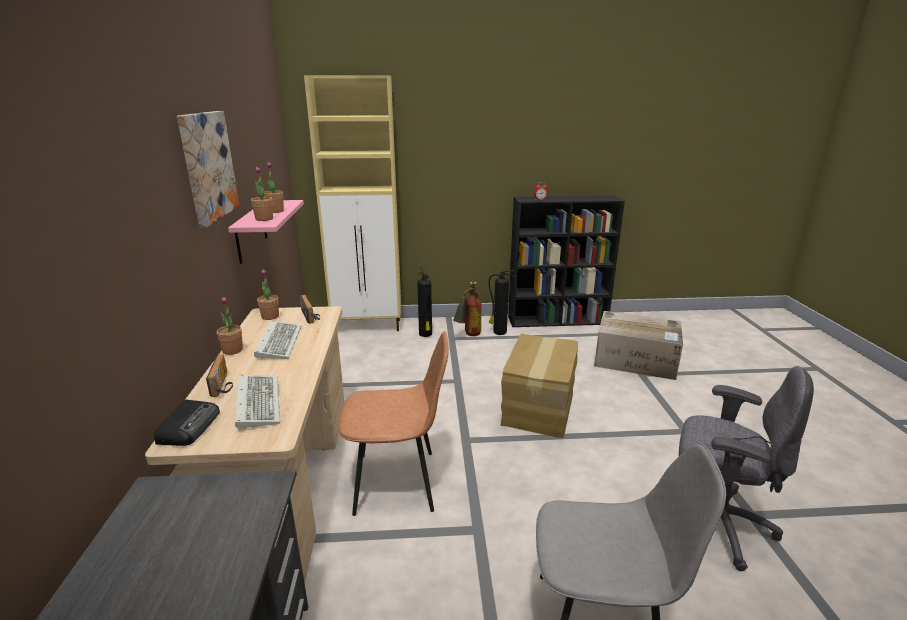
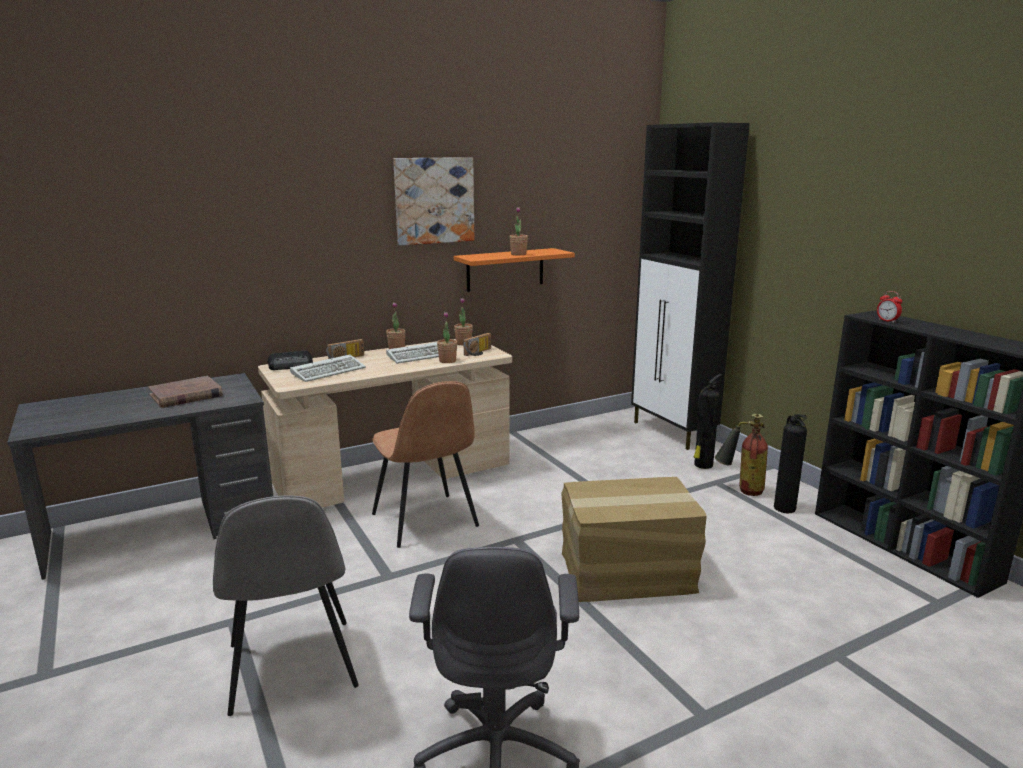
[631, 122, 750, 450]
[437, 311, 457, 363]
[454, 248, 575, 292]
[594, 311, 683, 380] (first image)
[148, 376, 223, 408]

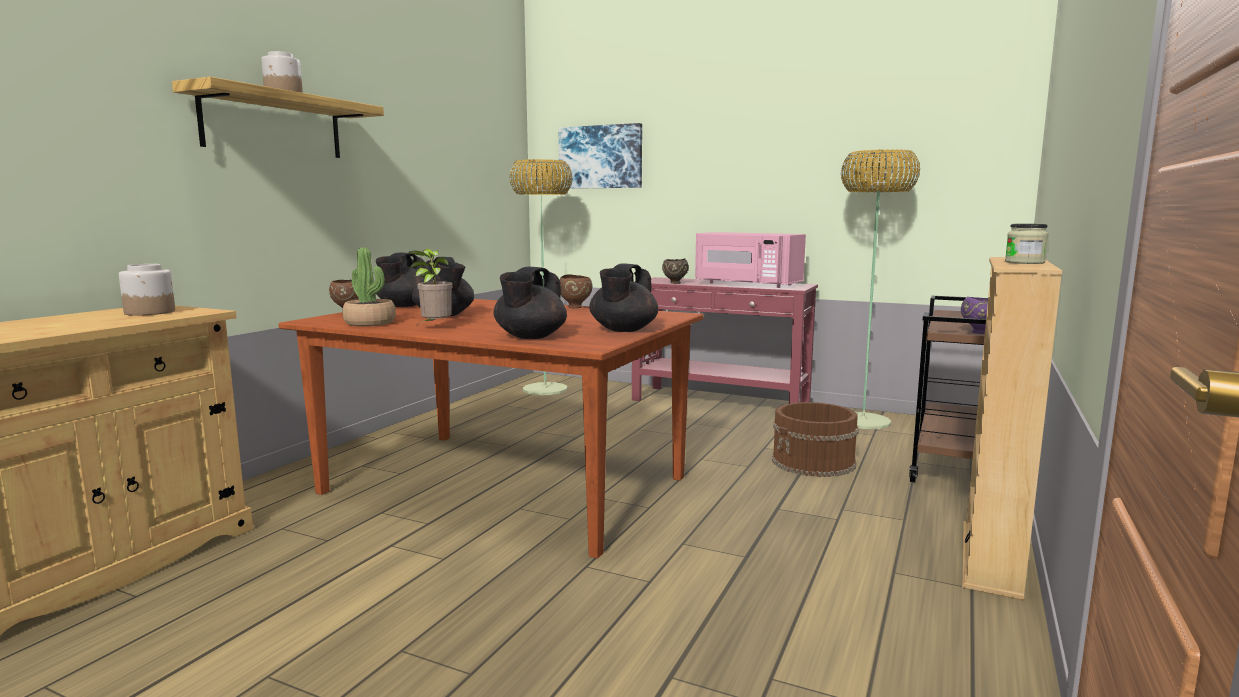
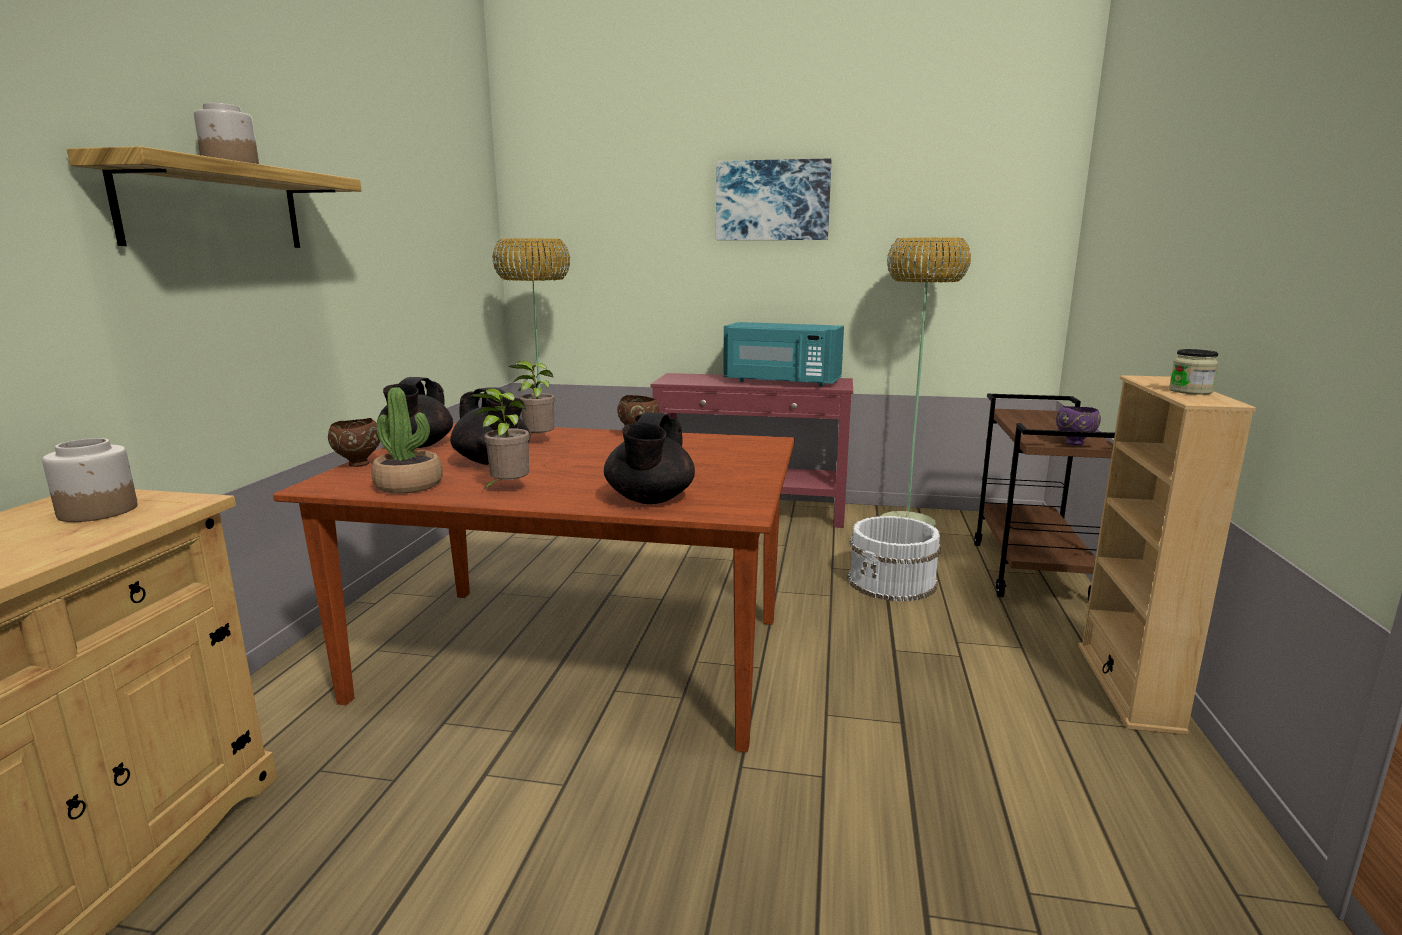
[716, 159, 831, 240]
[723, 322, 844, 387]
[662, 258, 689, 284] (first image)
[589, 263, 658, 332] (first image)
[848, 516, 941, 601]
[509, 361, 555, 435]

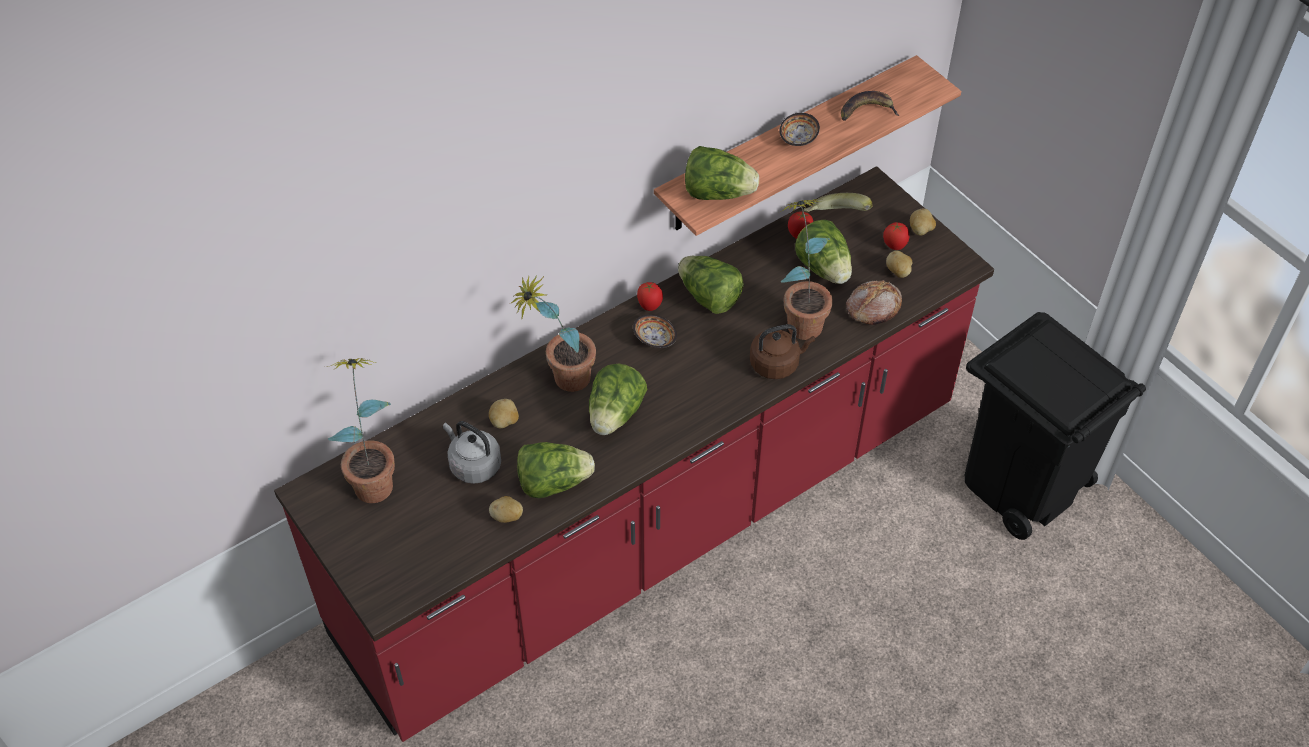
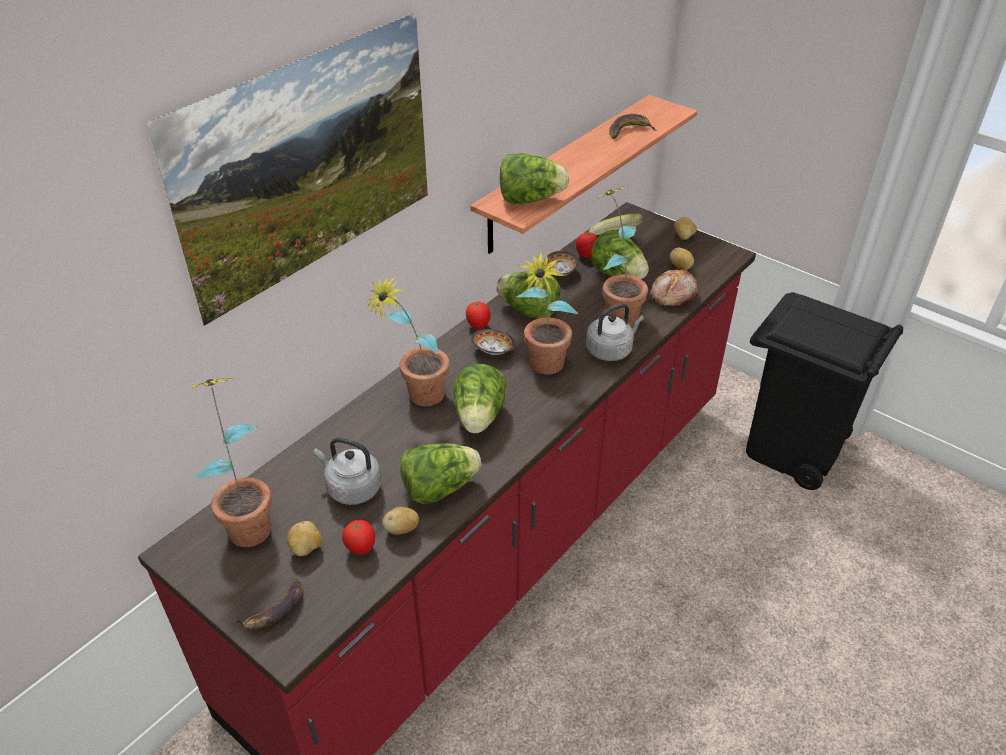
[544, 251, 578, 275]
[342, 520, 375, 555]
[586, 304, 644, 361]
[287, 521, 322, 556]
[147, 12, 428, 326]
[515, 249, 578, 375]
[232, 578, 304, 629]

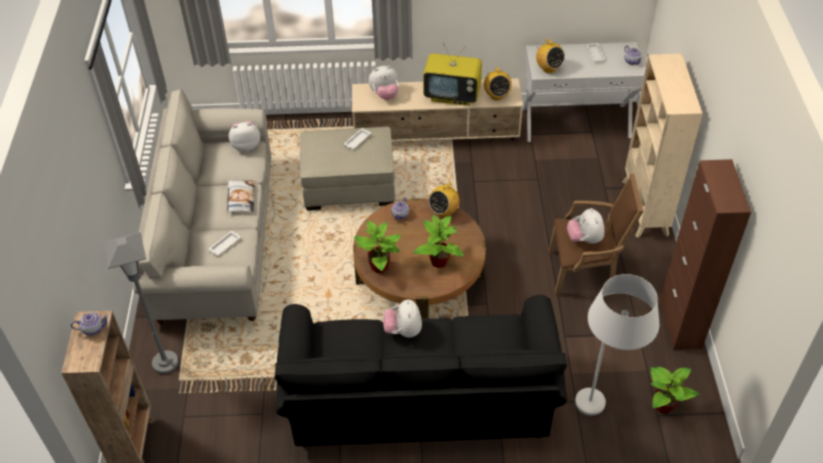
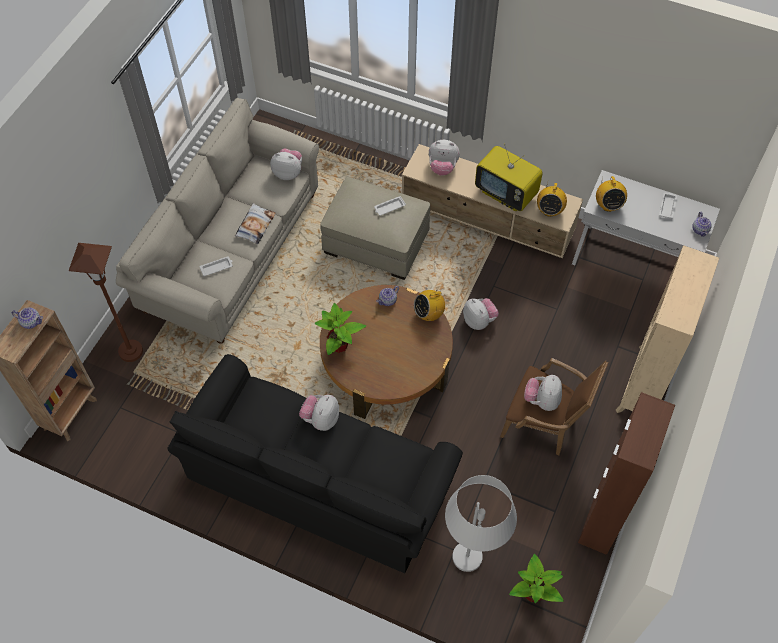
[413, 215, 464, 268] (first image)
[69, 243, 143, 362]
[463, 298, 499, 330]

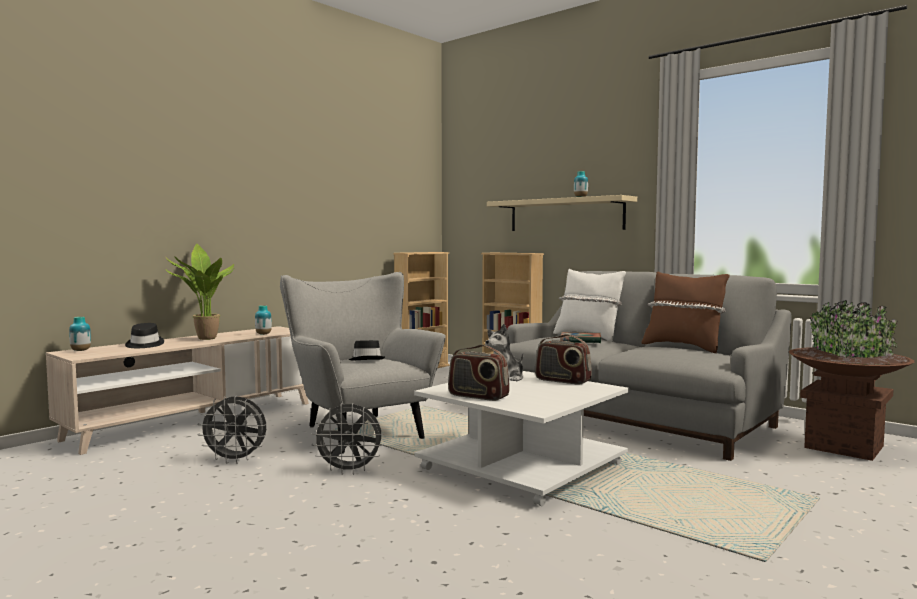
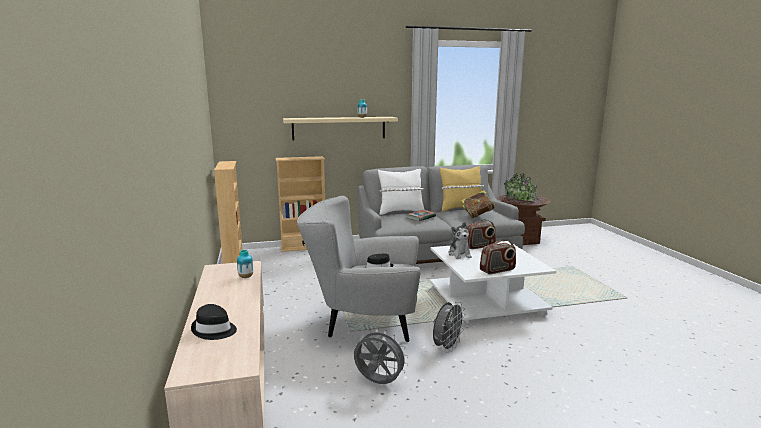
[166, 244, 234, 340] (first image)
[440, 166, 484, 211]
[69, 317, 91, 351] (first image)
[354, 328, 408, 384]
[461, 190, 495, 218]

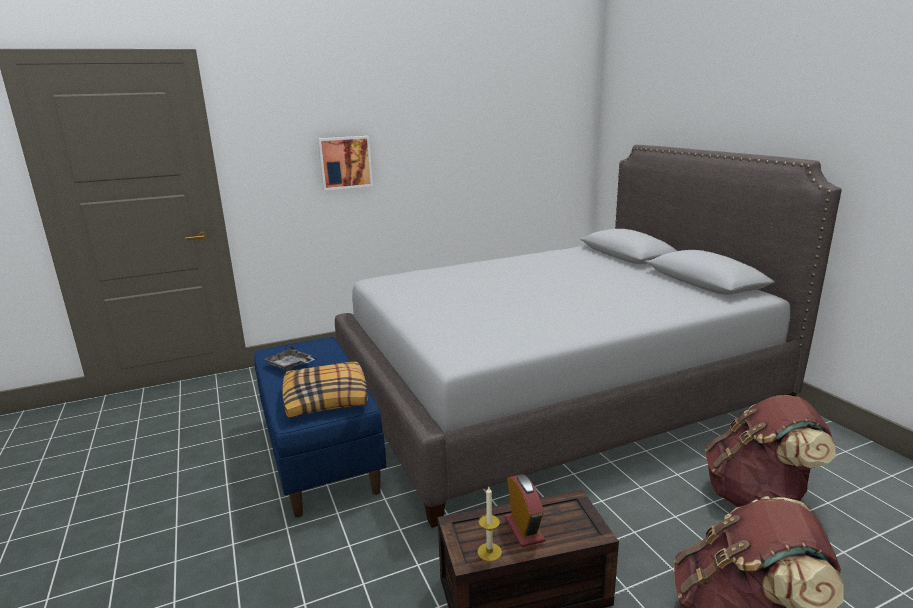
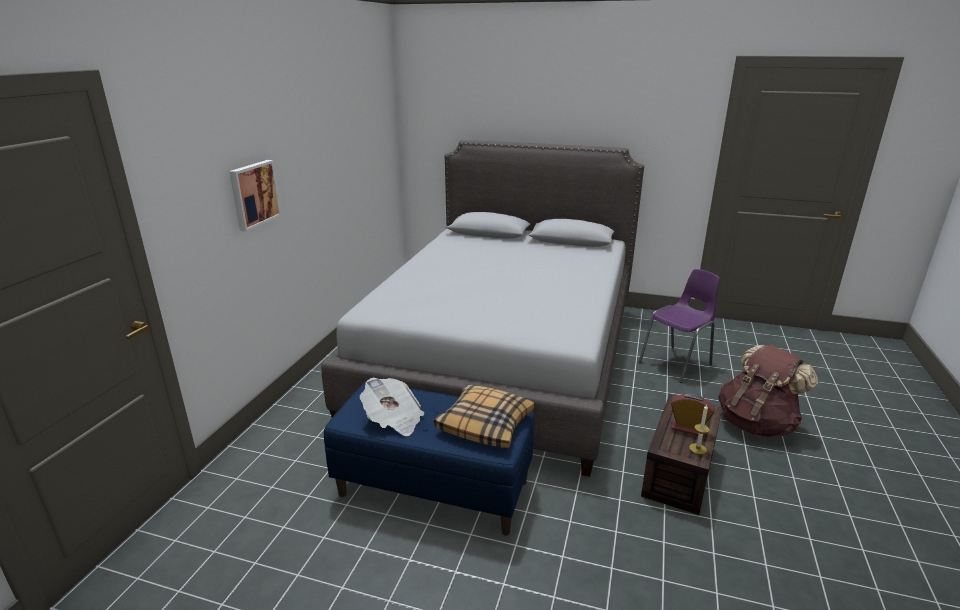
[360, 378, 424, 436]
[639, 269, 720, 383]

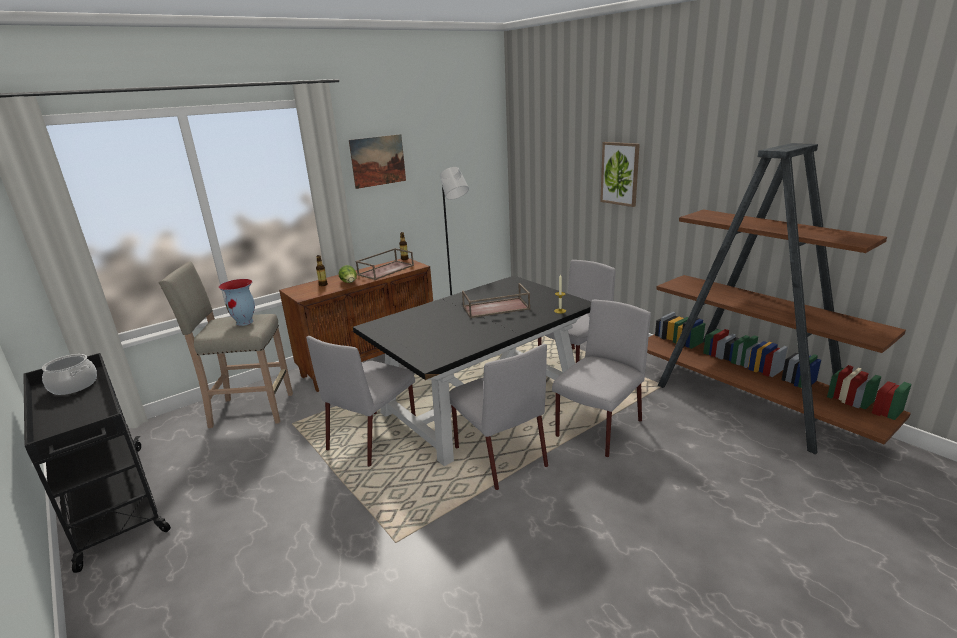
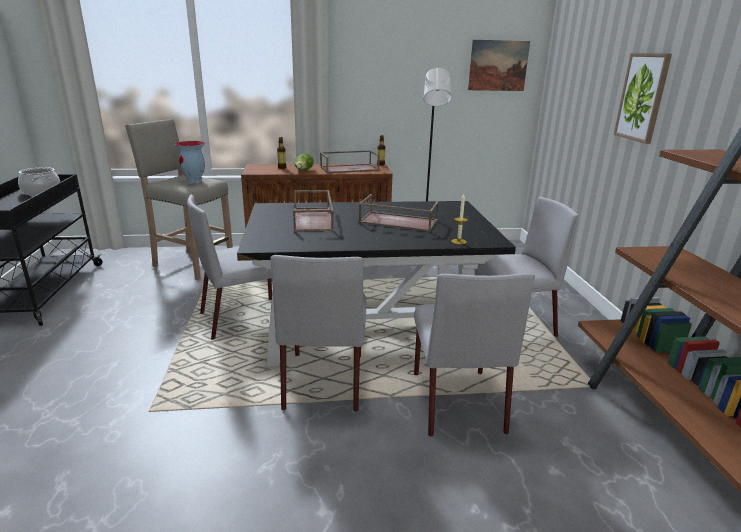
[468, 40, 530, 91]
[414, 273, 535, 437]
[293, 190, 333, 232]

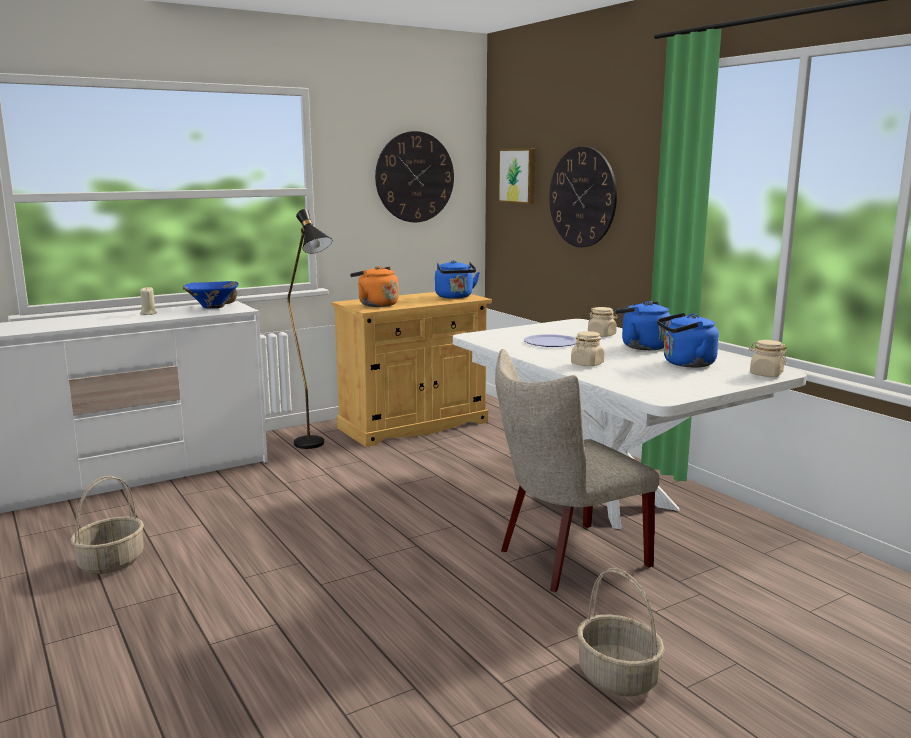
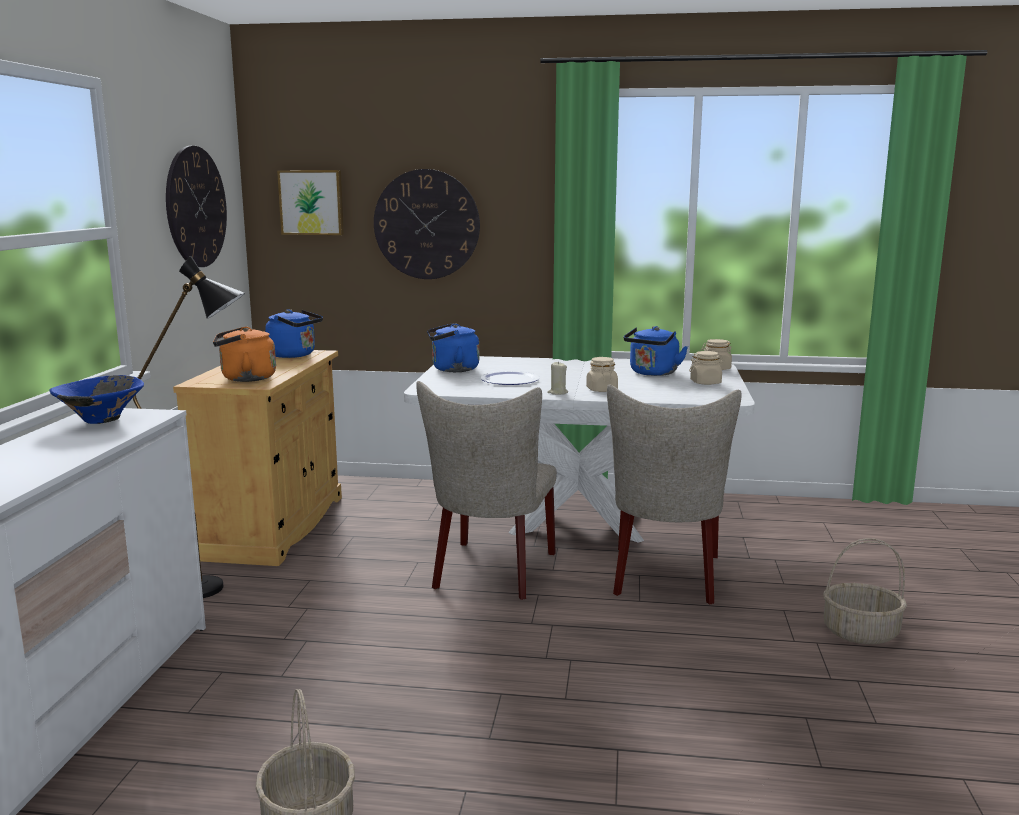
[547, 361, 568, 395]
[427, 323, 479, 372]
[689, 351, 725, 385]
[416, 381, 557, 600]

